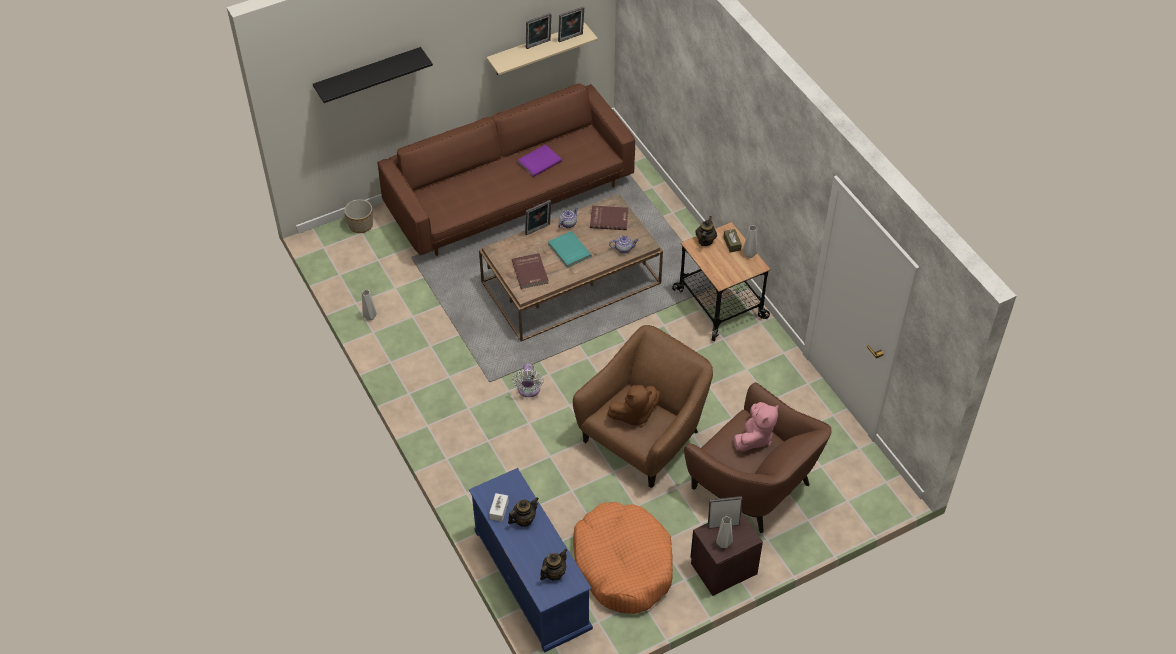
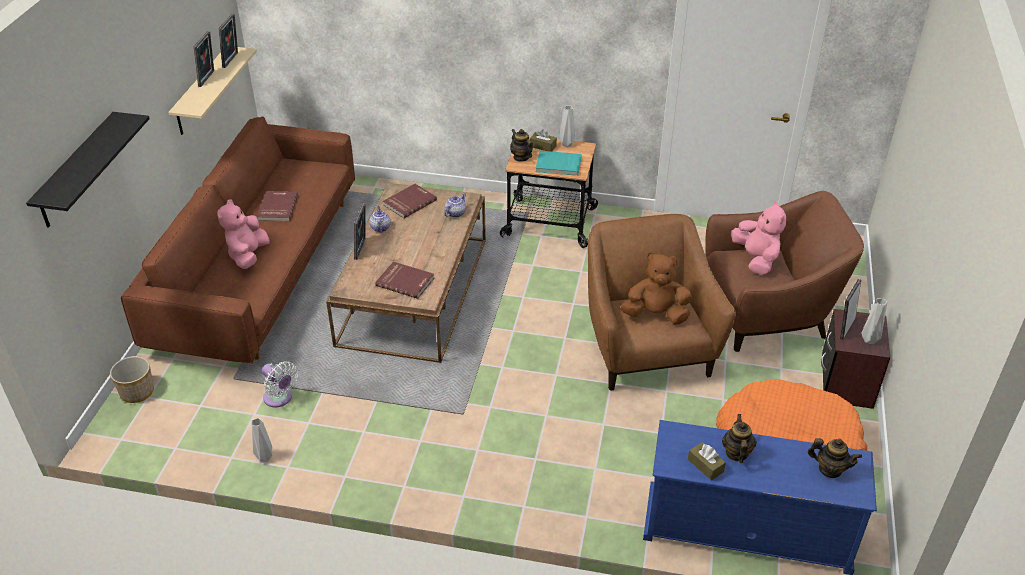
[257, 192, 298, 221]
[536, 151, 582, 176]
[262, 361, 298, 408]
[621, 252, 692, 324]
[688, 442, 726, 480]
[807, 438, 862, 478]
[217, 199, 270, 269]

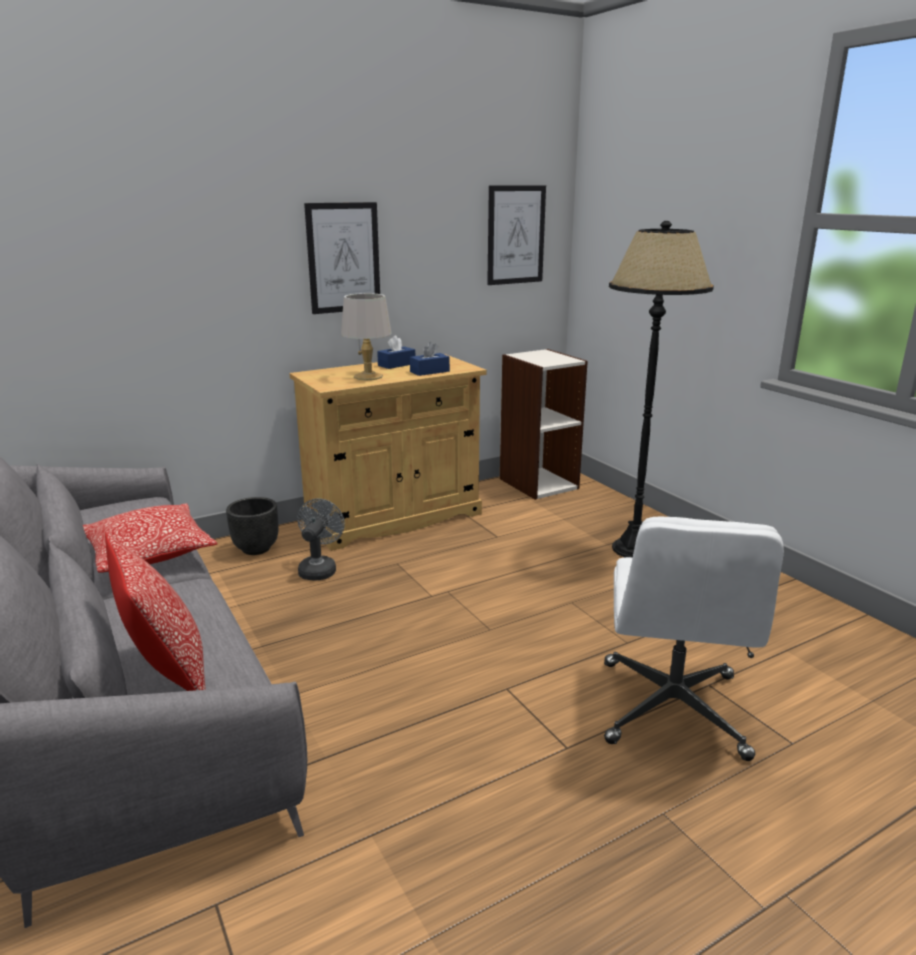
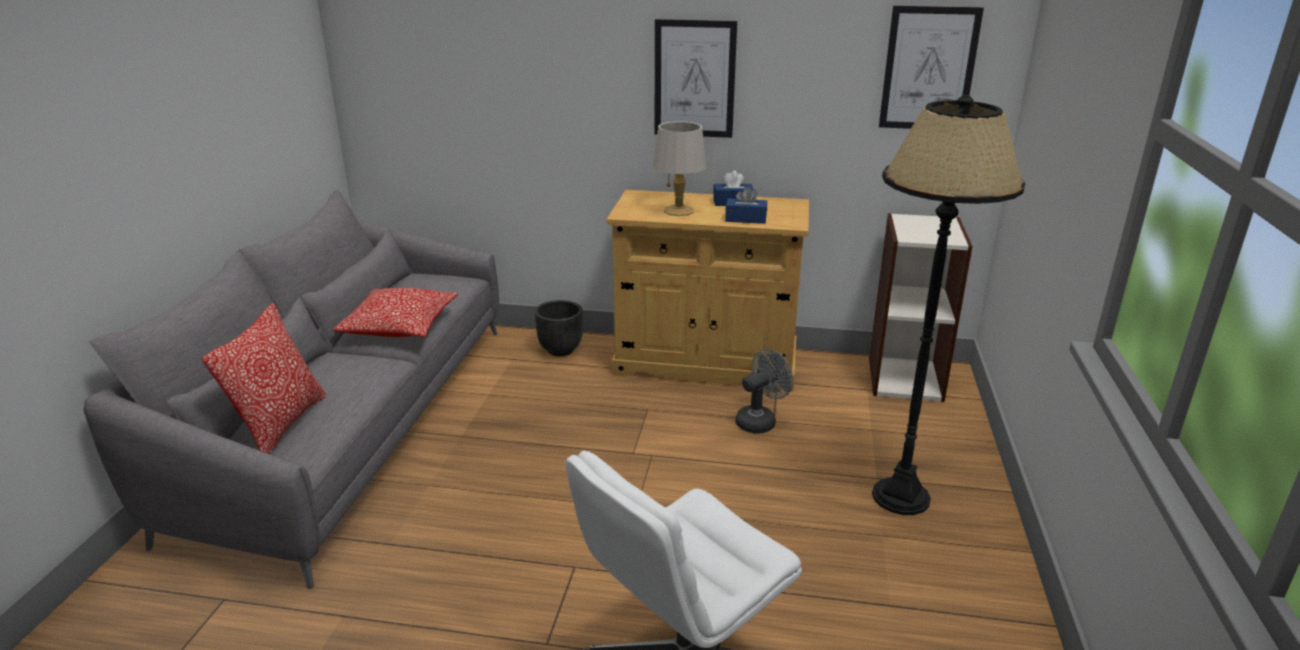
[735, 349, 793, 434]

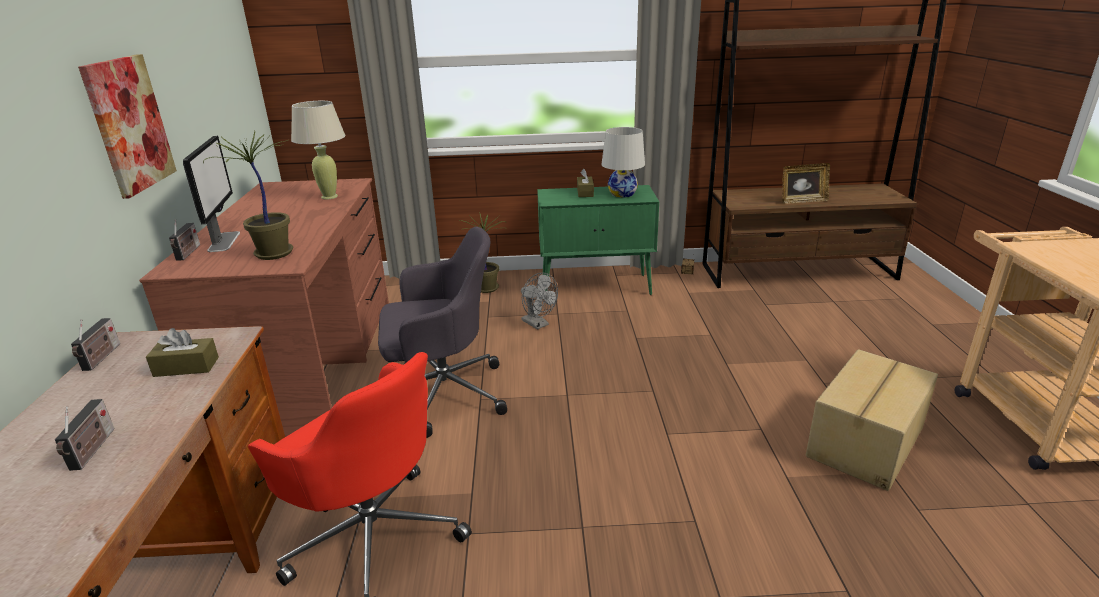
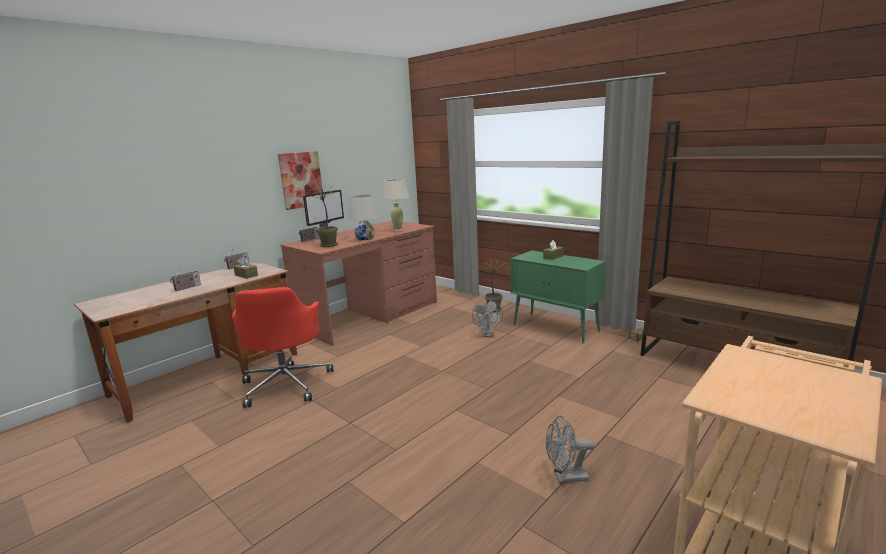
[349, 194, 378, 240]
[782, 163, 830, 204] (first image)
[378, 227, 507, 438] (first image)
[546, 416, 595, 484]

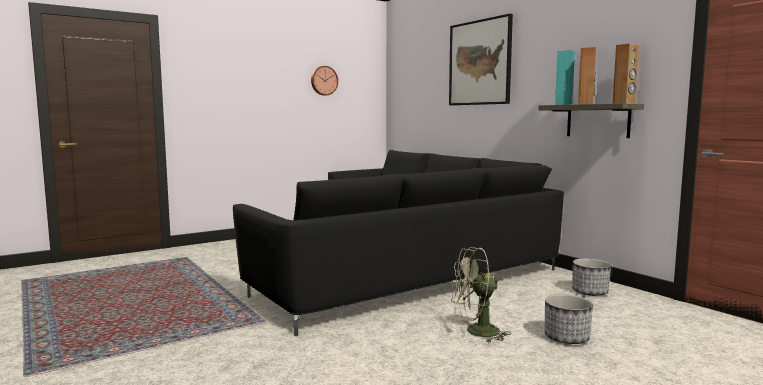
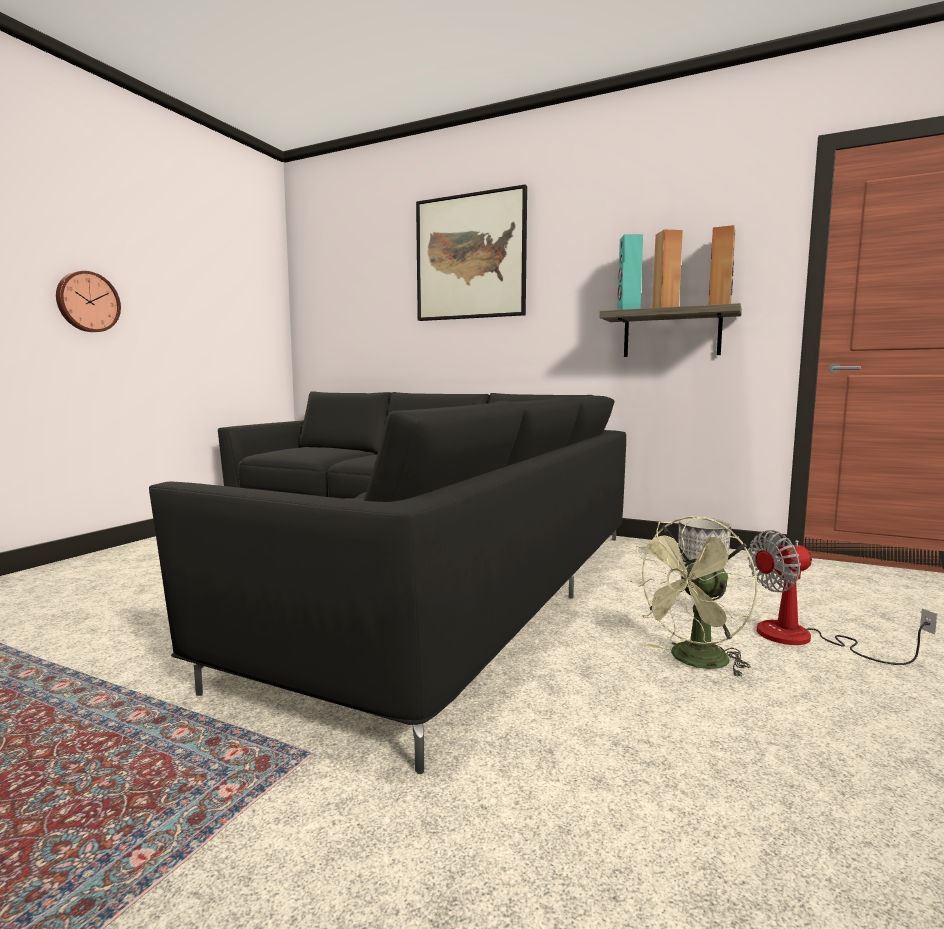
[56, 271, 121, 332]
[747, 530, 937, 665]

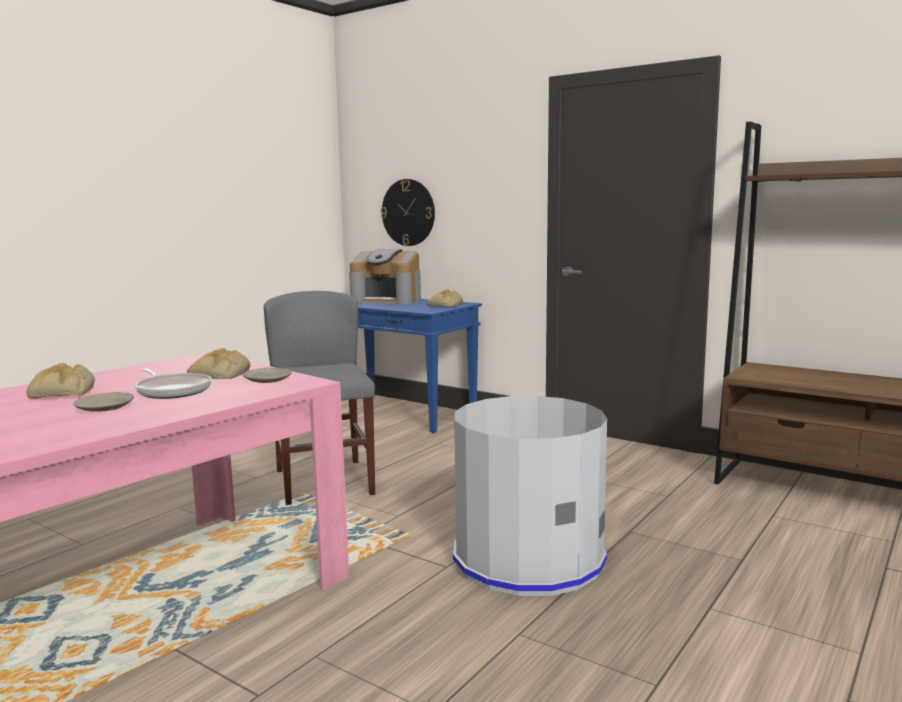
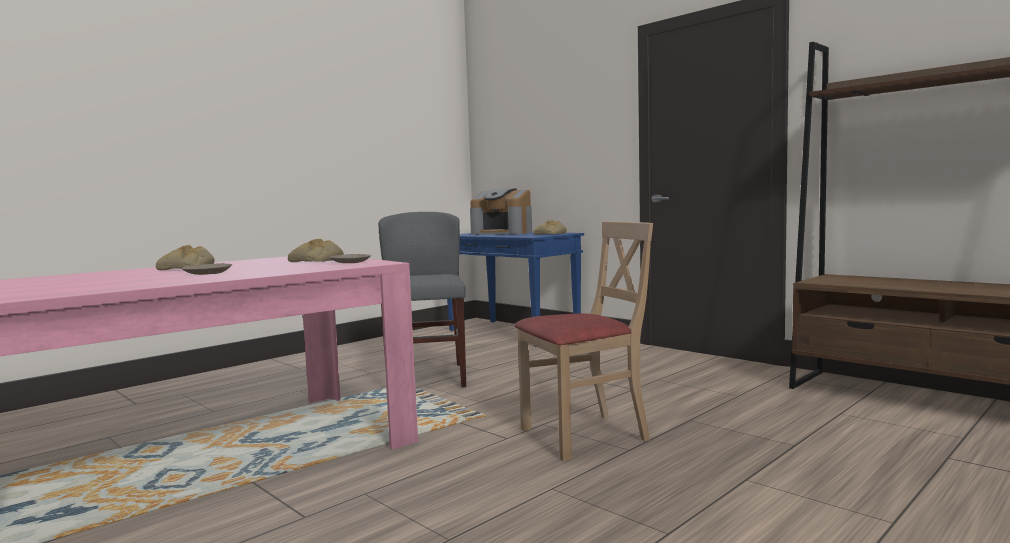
[381, 179, 435, 246] (first image)
[135, 368, 212, 399] (first image)
[514, 221, 653, 461]

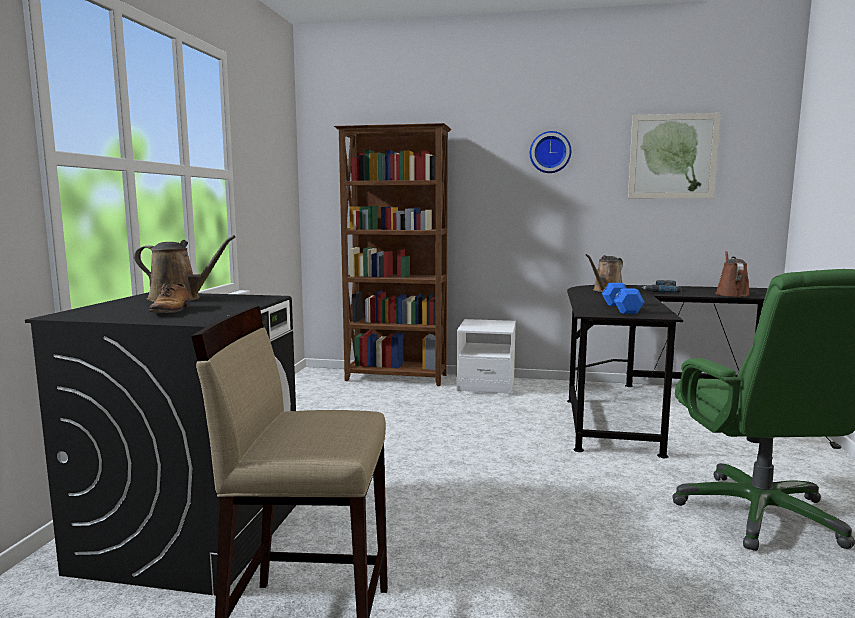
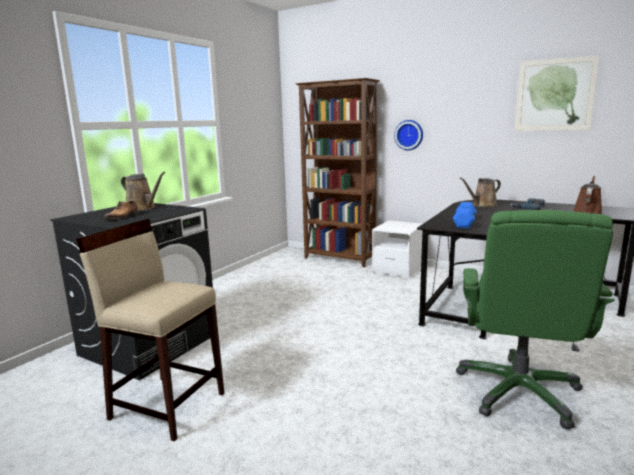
[394, 120, 423, 150]

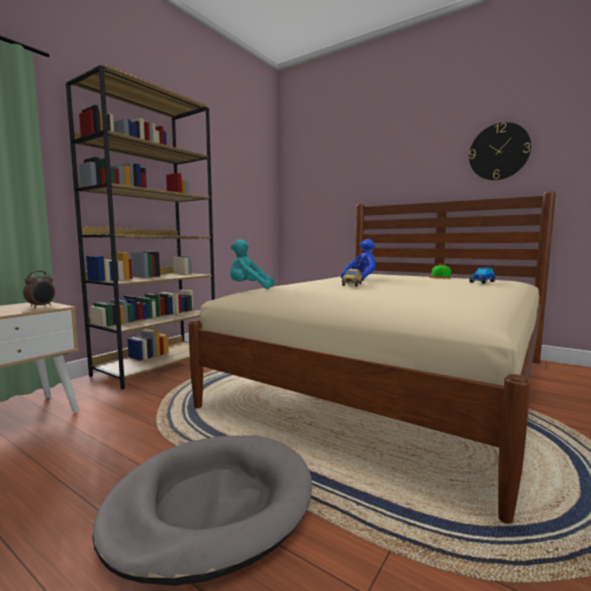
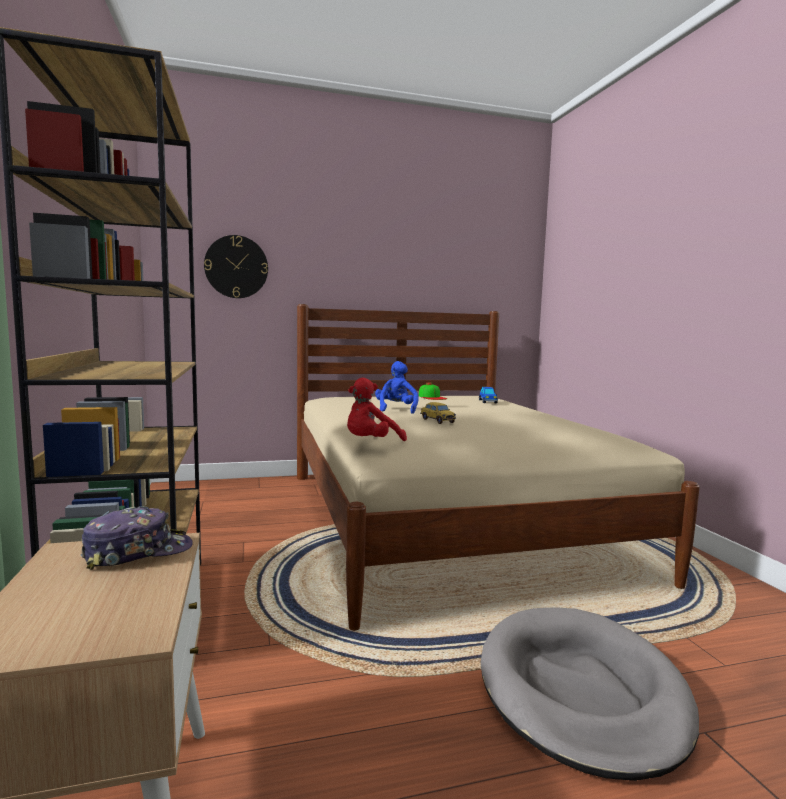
[204, 235, 268, 298]
[347, 378, 407, 441]
[80, 506, 193, 570]

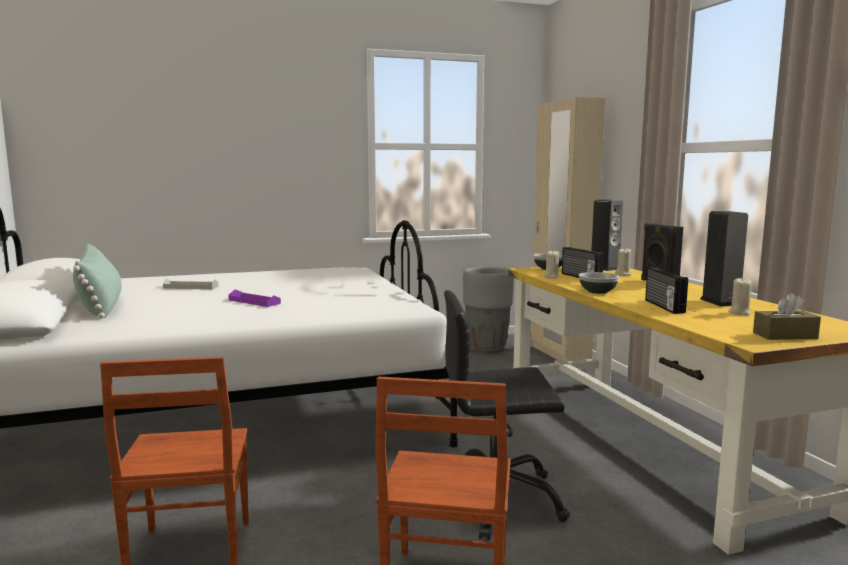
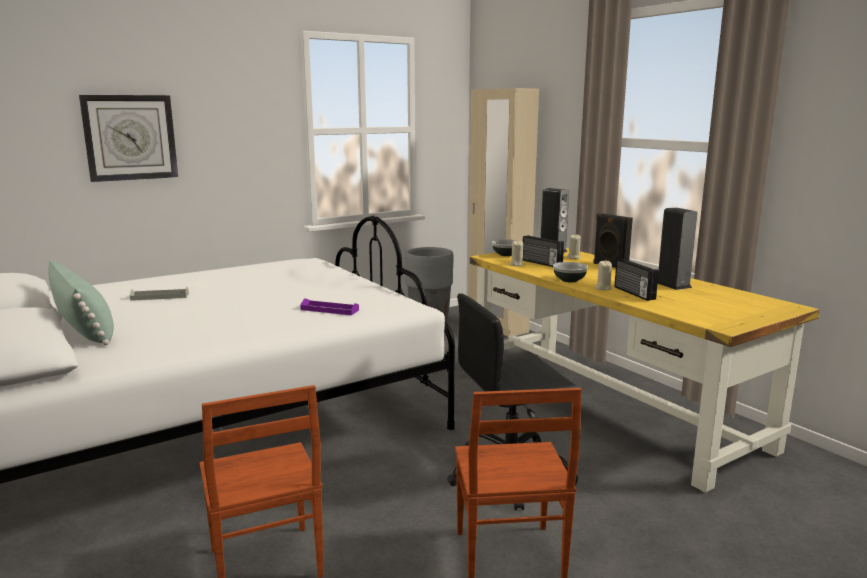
[595, 260, 612, 290]
[300, 298, 359, 315]
[753, 293, 821, 340] (first image)
[79, 95, 178, 182]

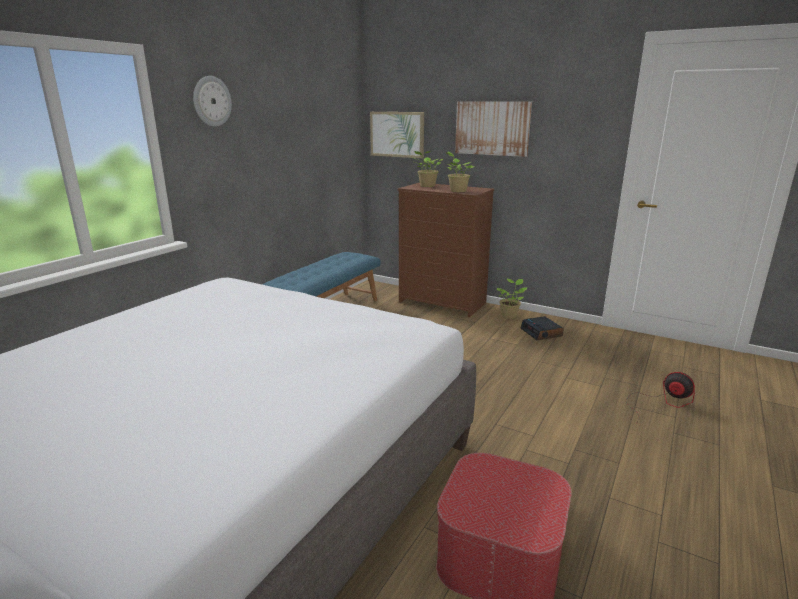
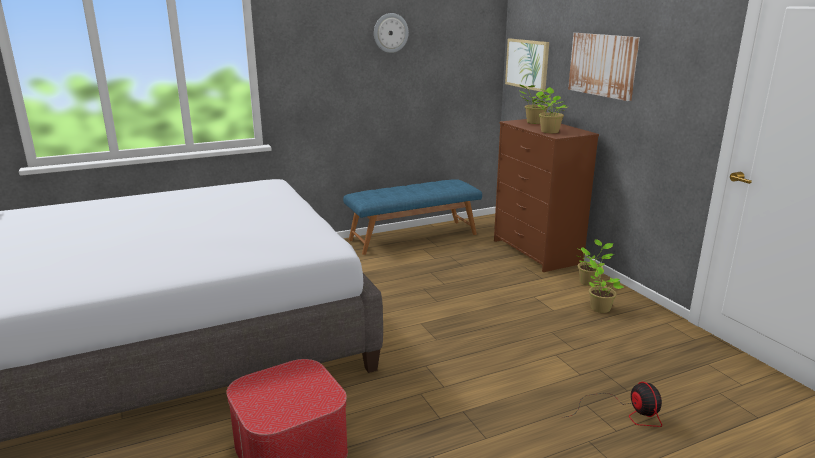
[374, 13, 409, 53]
[588, 259, 624, 313]

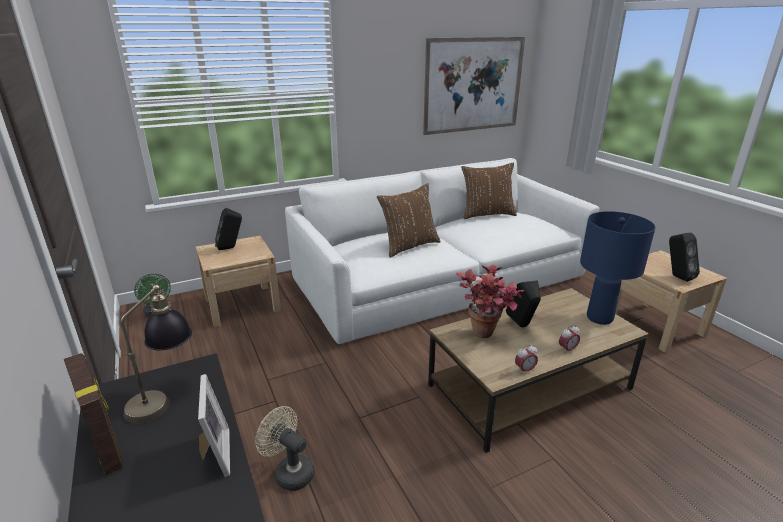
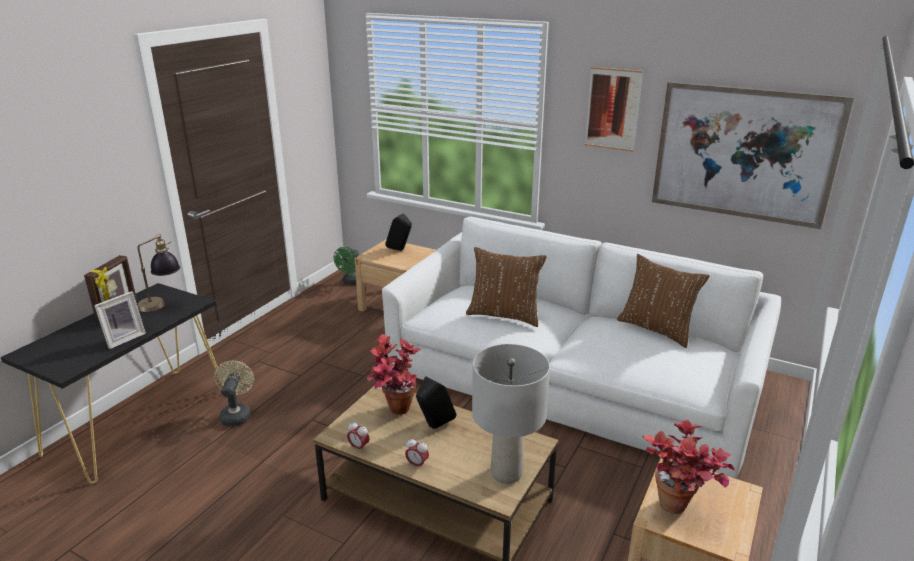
[472, 344, 550, 484]
[643, 420, 735, 514]
[585, 67, 643, 152]

